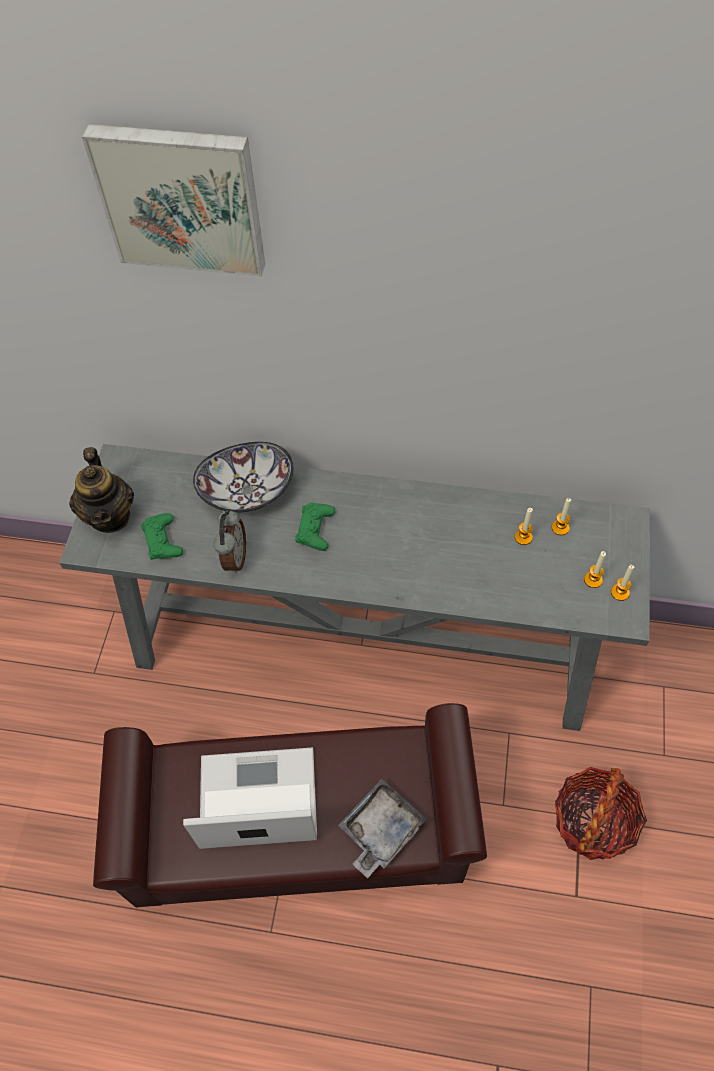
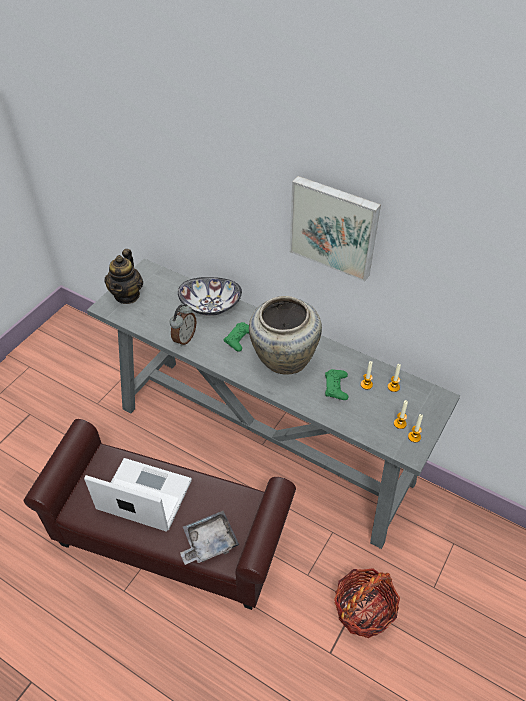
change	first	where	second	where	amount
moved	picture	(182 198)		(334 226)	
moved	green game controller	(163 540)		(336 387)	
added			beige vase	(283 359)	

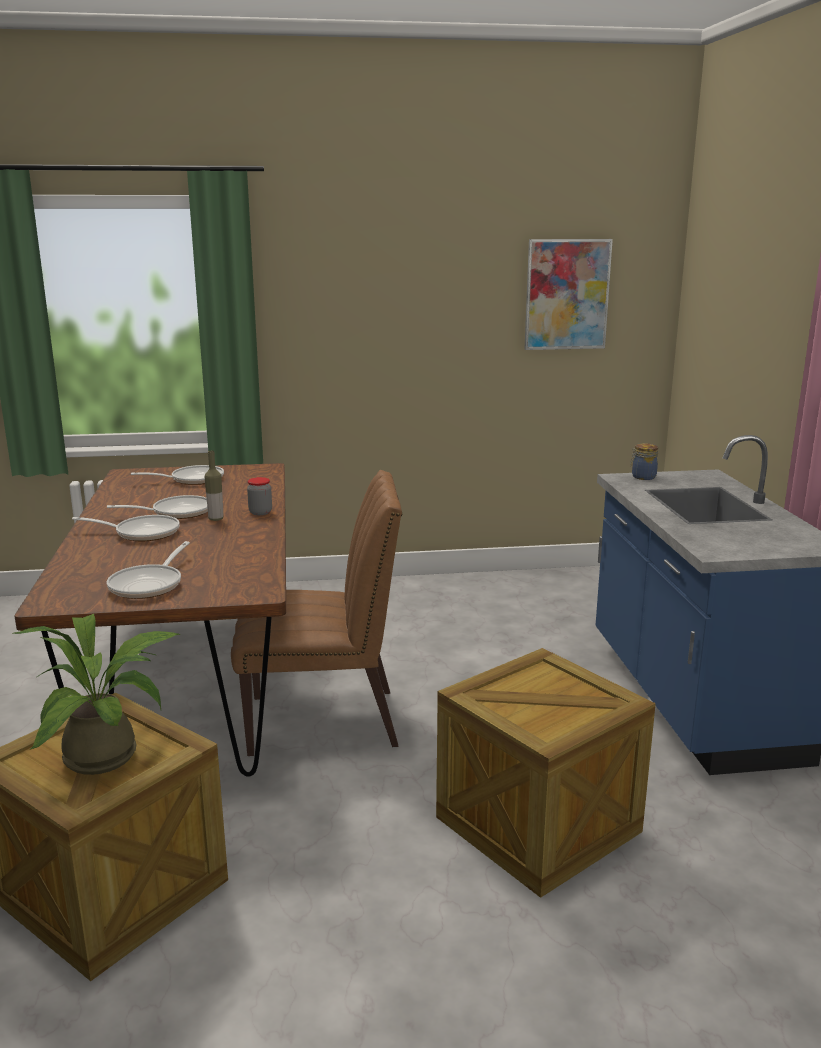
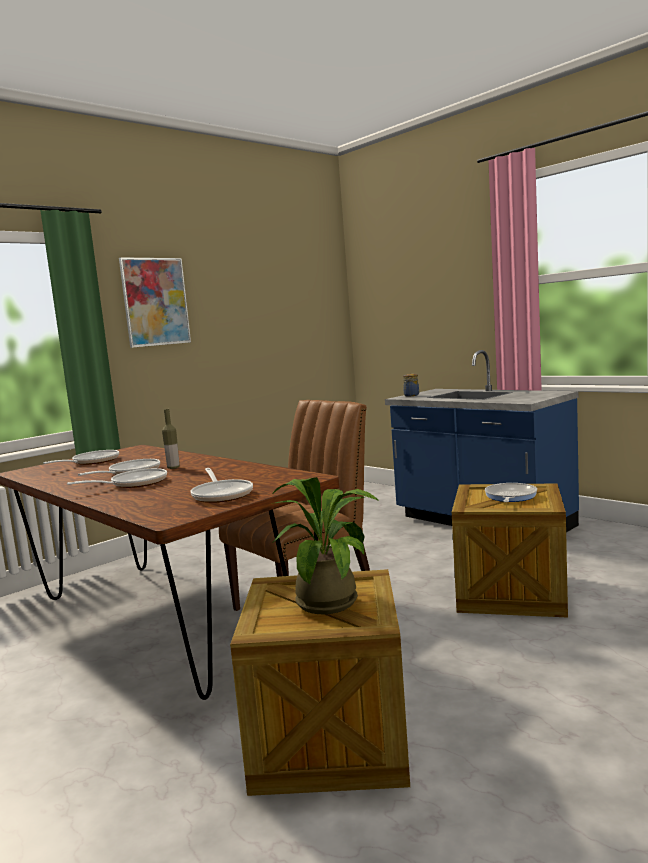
change	first	where	second	where	amount
removed	jar	(260 512)			
moved	picture	(567 294)		(155 302)	
added			frying pan	(510 497)	

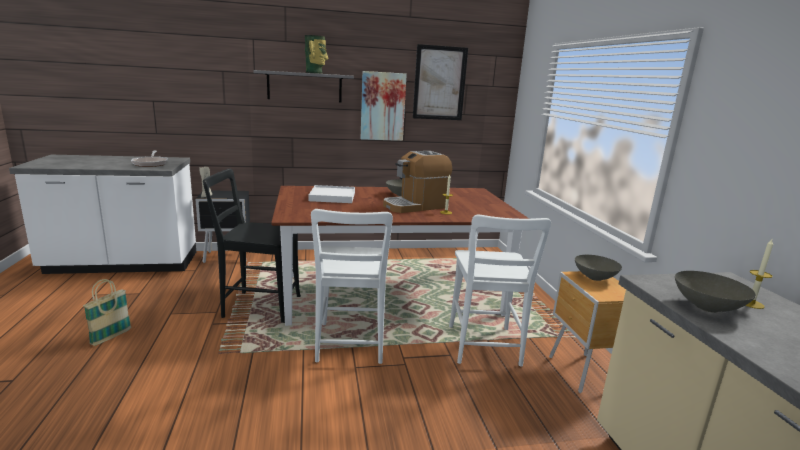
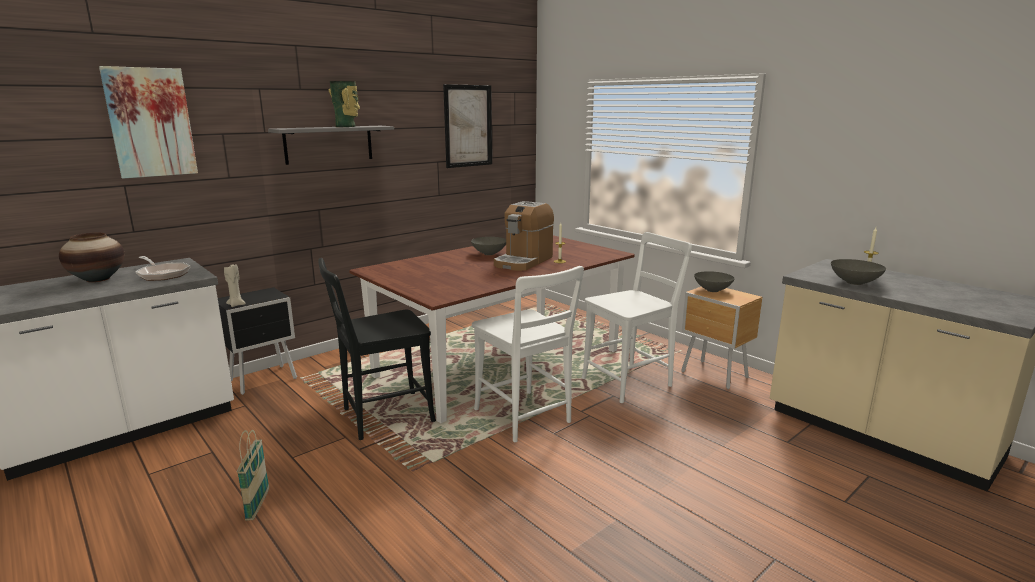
change	first	where	second	where	amount
removed	white tray	(332 196)			
moved	picture	(382 106)		(150 122)	
turned	white chair	(484 348)		(630 381)	90 degrees counterclockwise
added			vase	(98 279)	

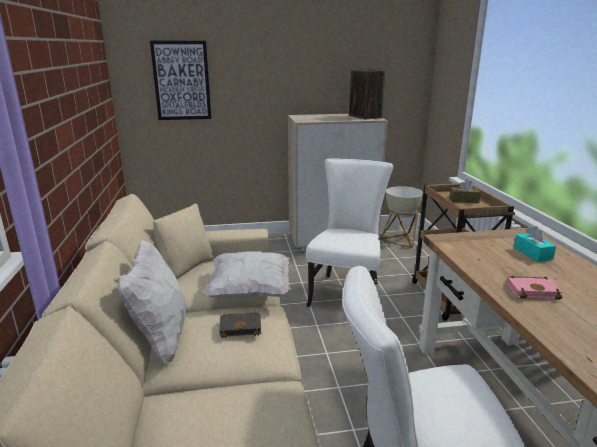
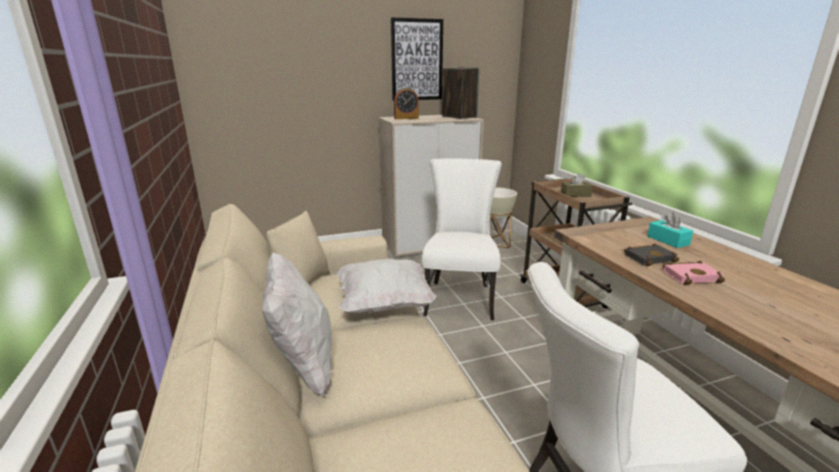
change	first	where	second	where	amount
moved	picture	(181 81)		(417 60)	
moved	black book	(241 327)		(649 258)	
added			alarm clock	(406 118)	

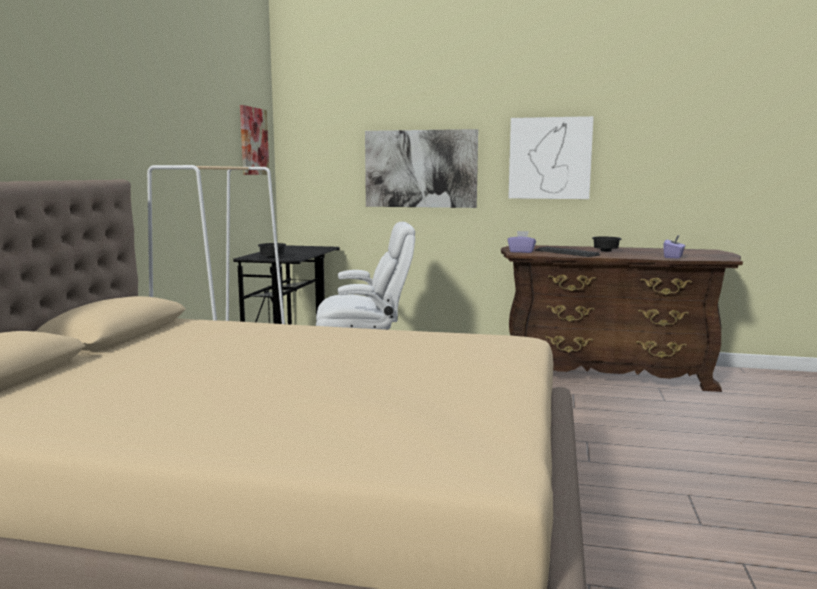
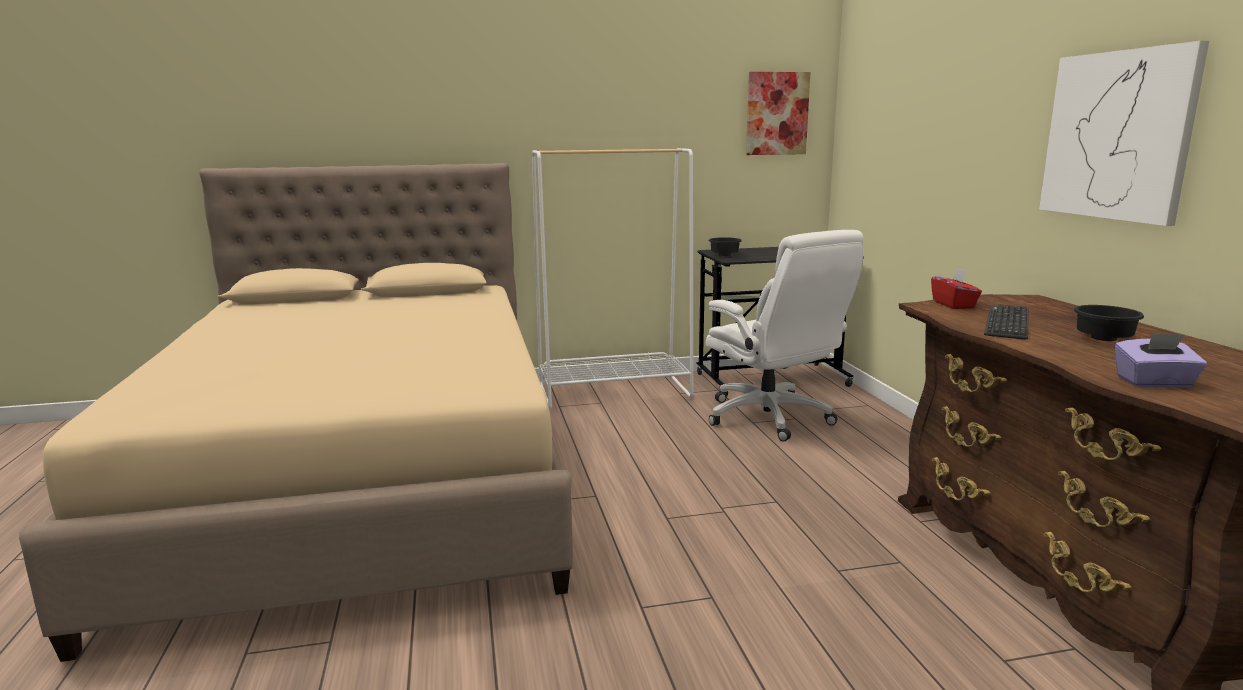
change	first	where	second	where	amount
removed	picture	(420 169)			
recoloured	purple tissue box	(521 252)	red tissue box	(954 305)	

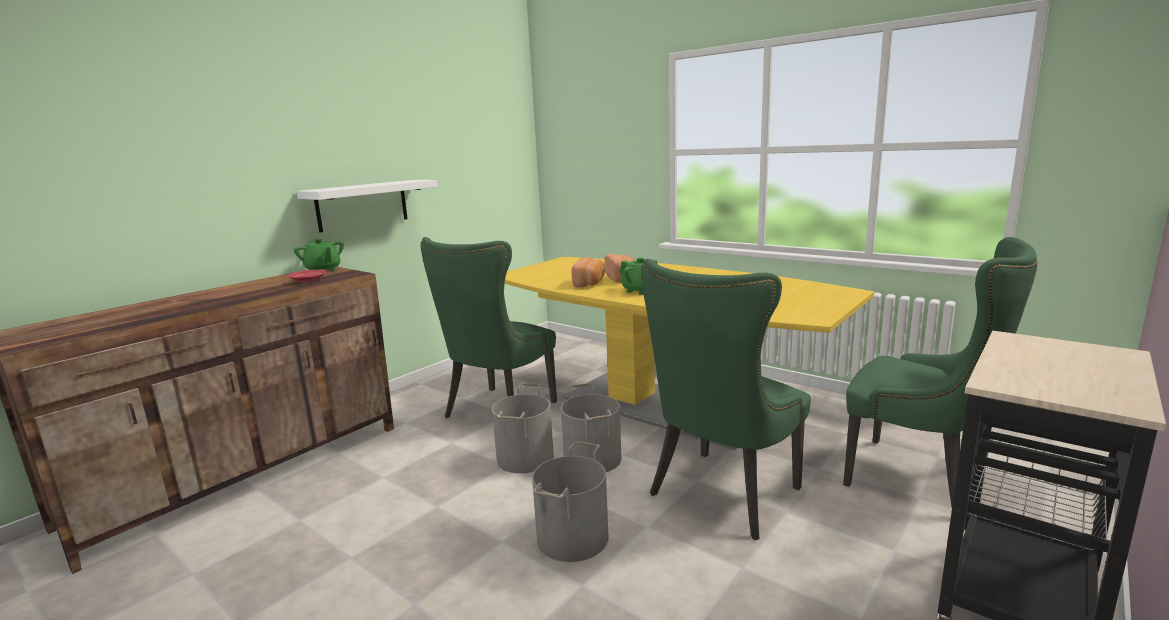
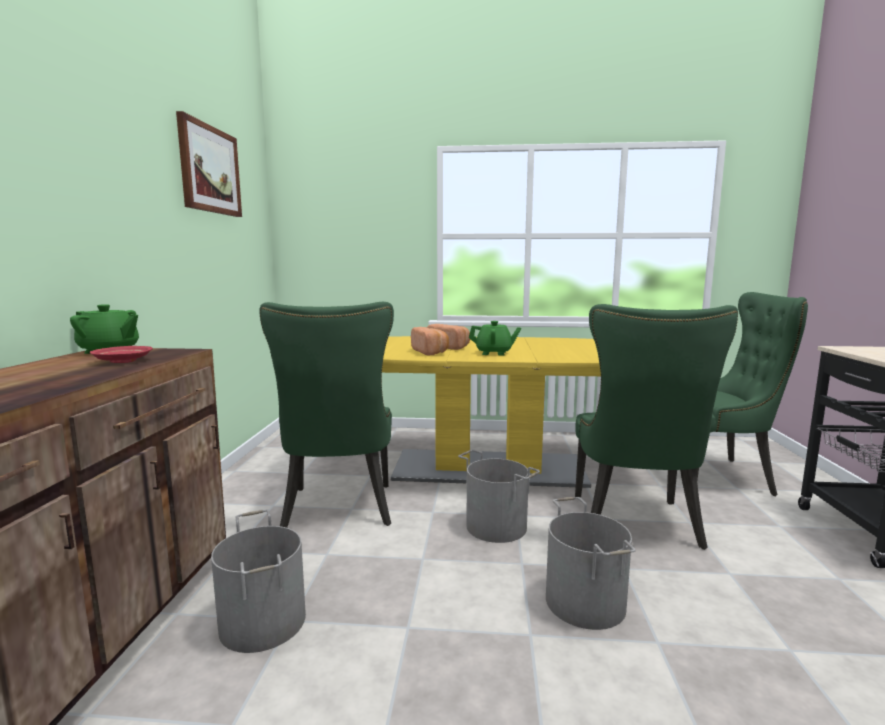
change	first	where	second	where	amount
removed	white shelf	(362 205)			
moved	grey bucket	(526 458)		(264 621)	
added			picture	(209 170)	

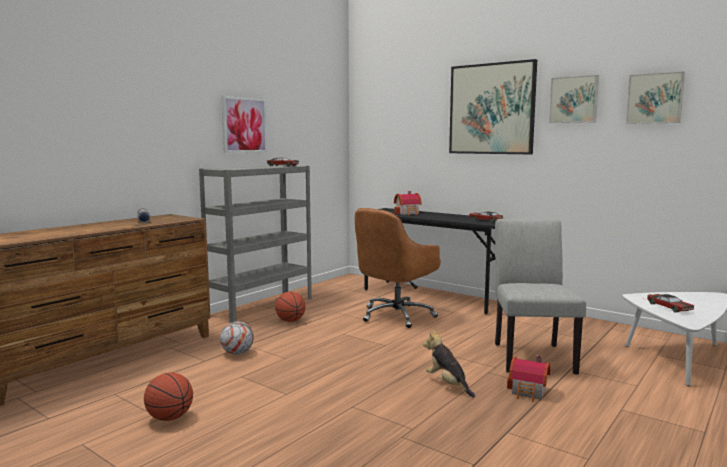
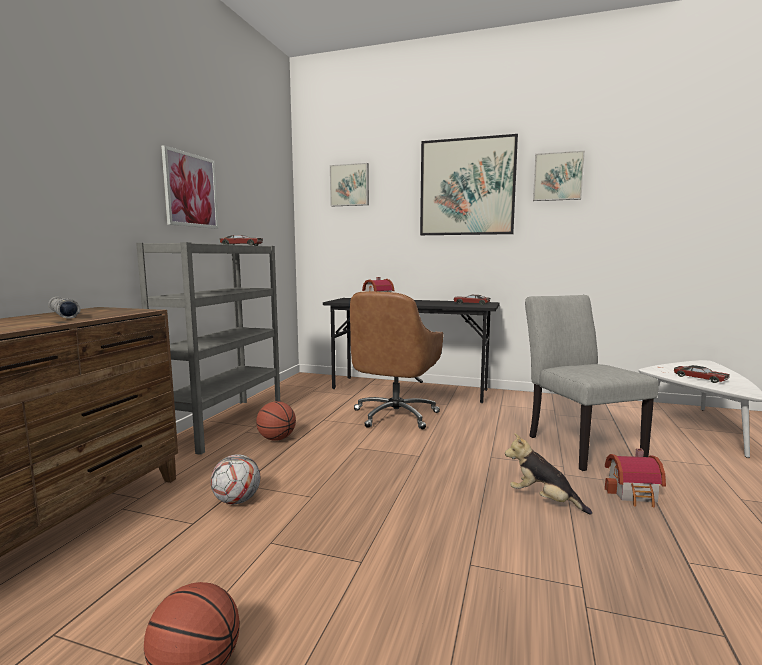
change	first	where	second	where	amount
moved	picture	(655 98)		(350 185)	

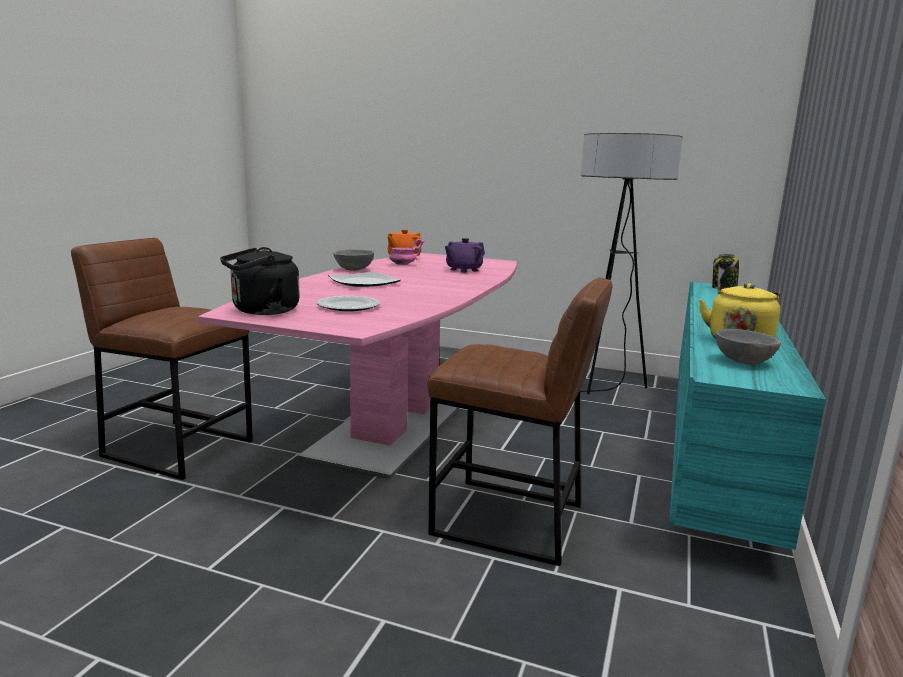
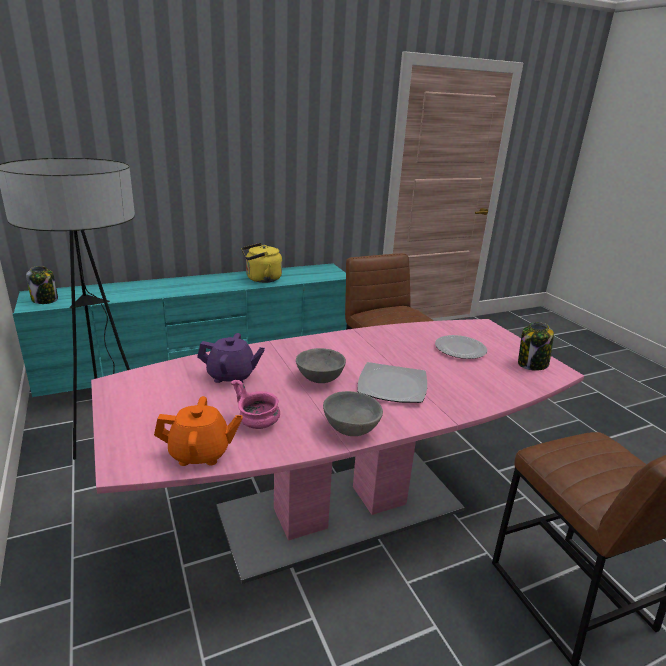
change	first	where	second	where	amount
replaced	black kettle	(262 311)	jar	(532 364)	
moved	grey bowl	(743 361)		(319 379)	

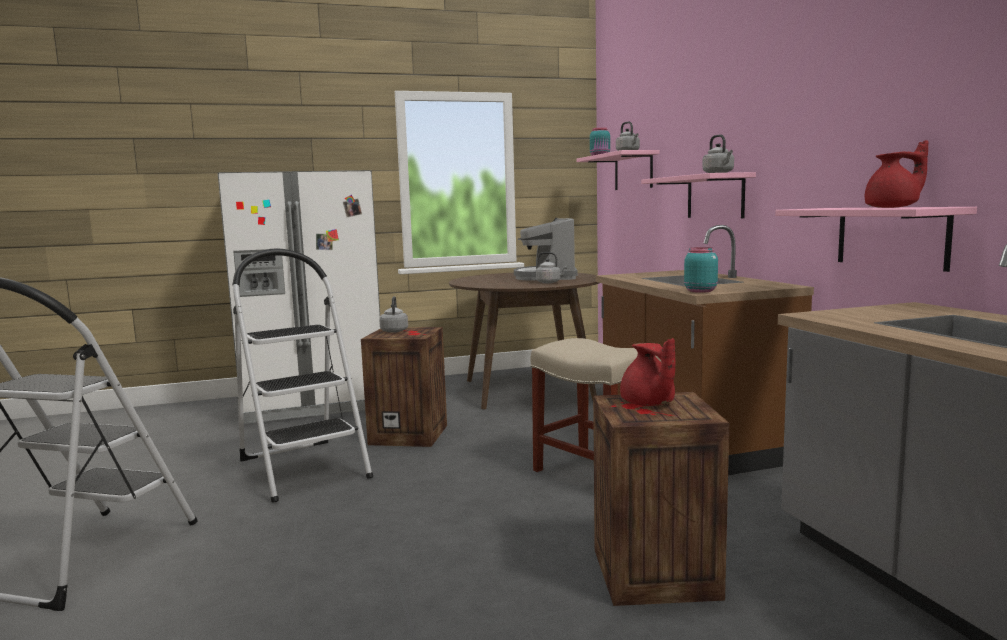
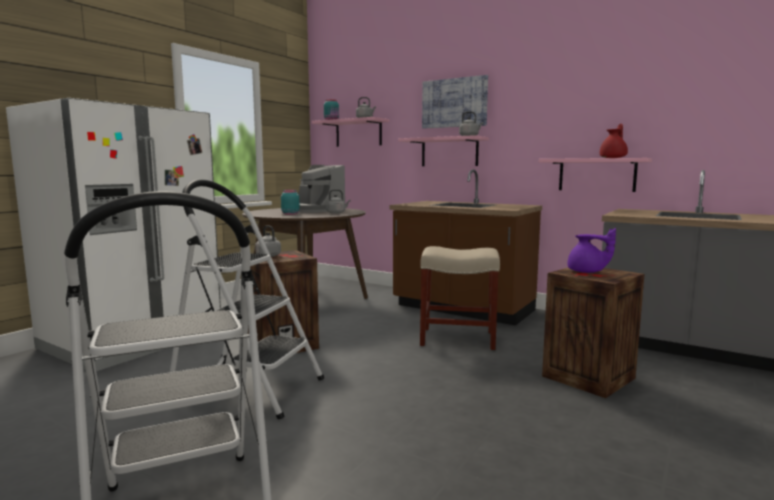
change	first	where	second	where	amount
recoloured	red teapot	(648 404)	purple teapot	(587 272)	
moved	turquoise jar	(700 291)		(290 214)	
added			picture	(454 103)	

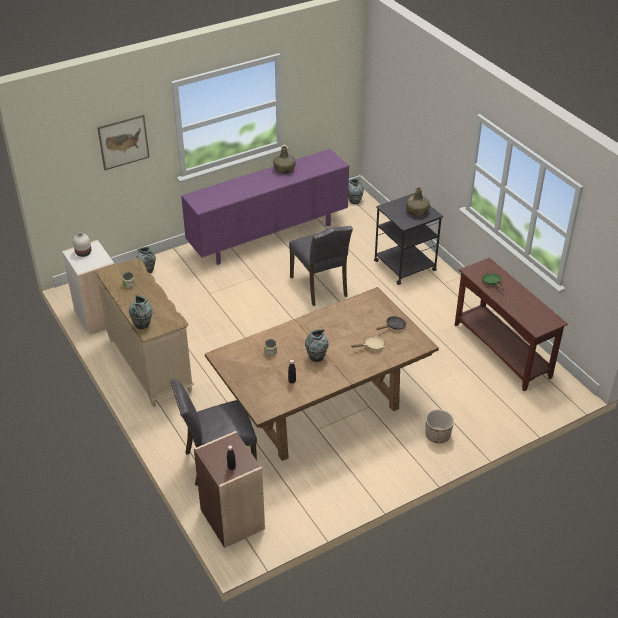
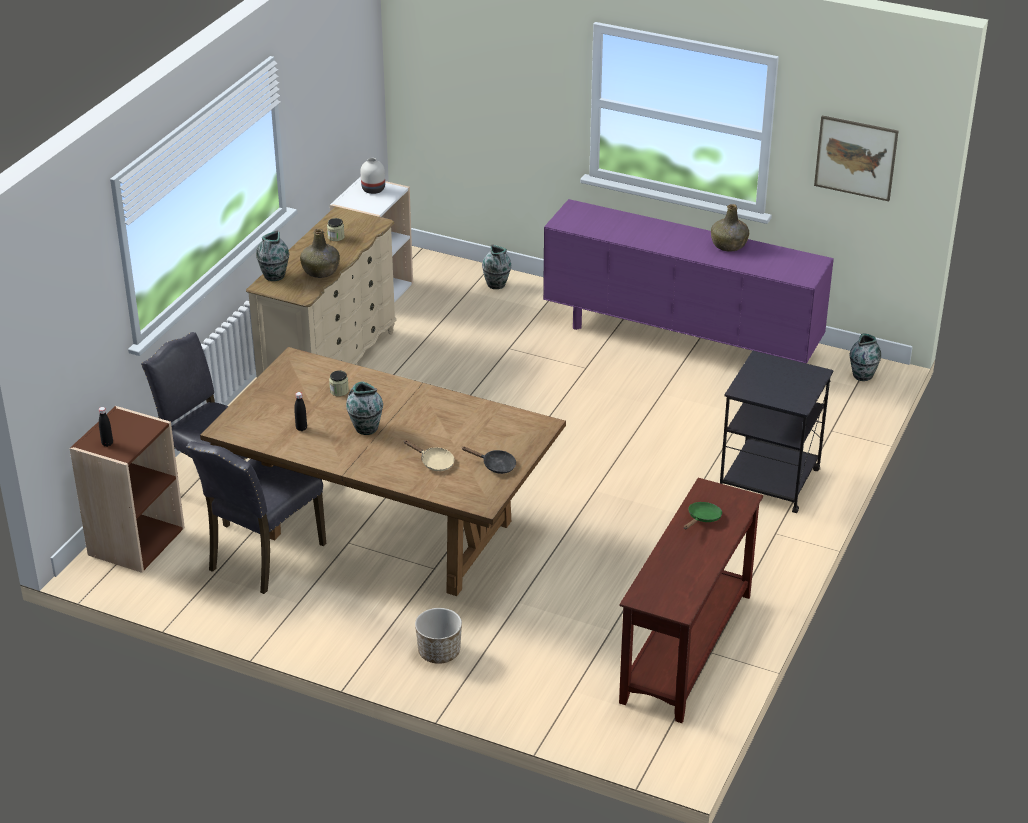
change	first	where	second	where	amount
moved	picture	(123 142)		(856 158)	
moved	grey chair	(320 287)		(263 557)	
moved	green bottle	(417 211)		(321 271)	

